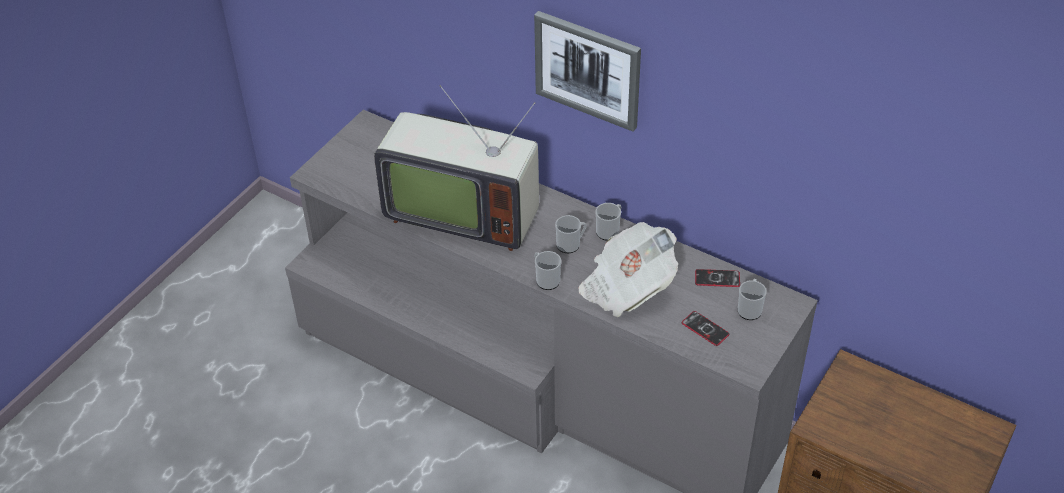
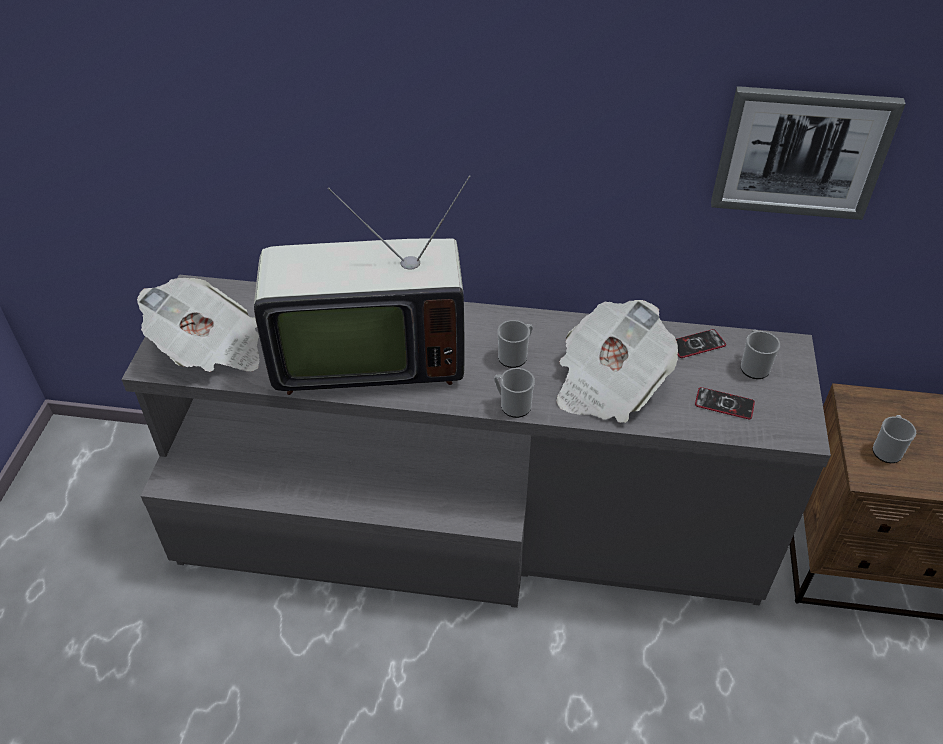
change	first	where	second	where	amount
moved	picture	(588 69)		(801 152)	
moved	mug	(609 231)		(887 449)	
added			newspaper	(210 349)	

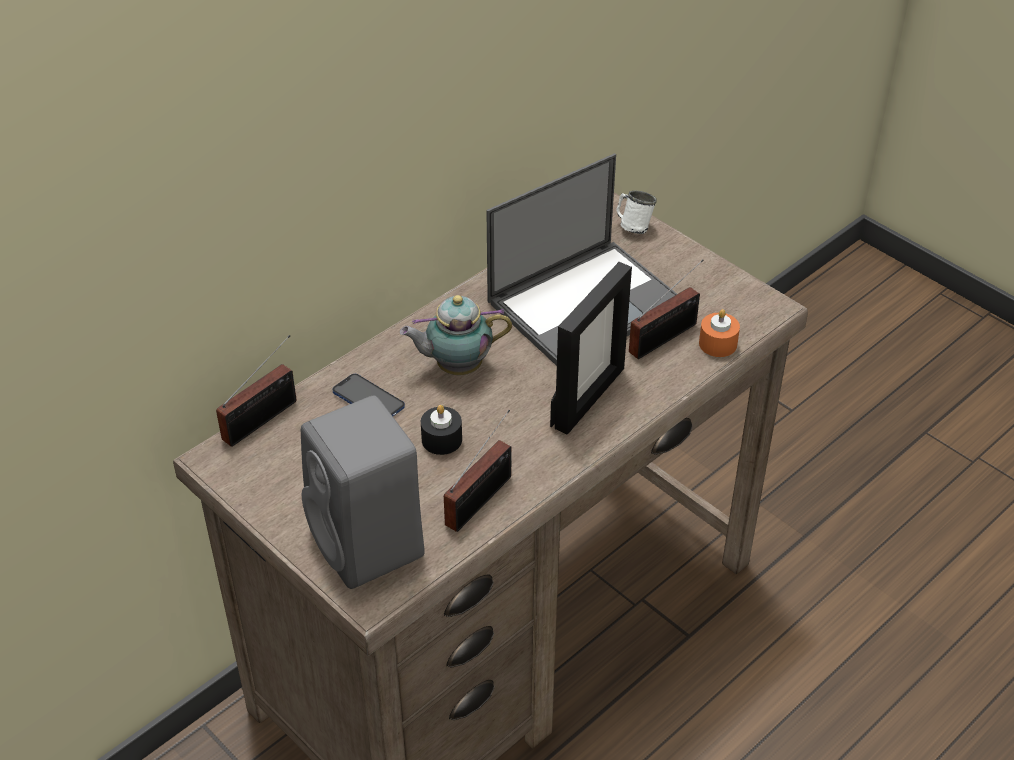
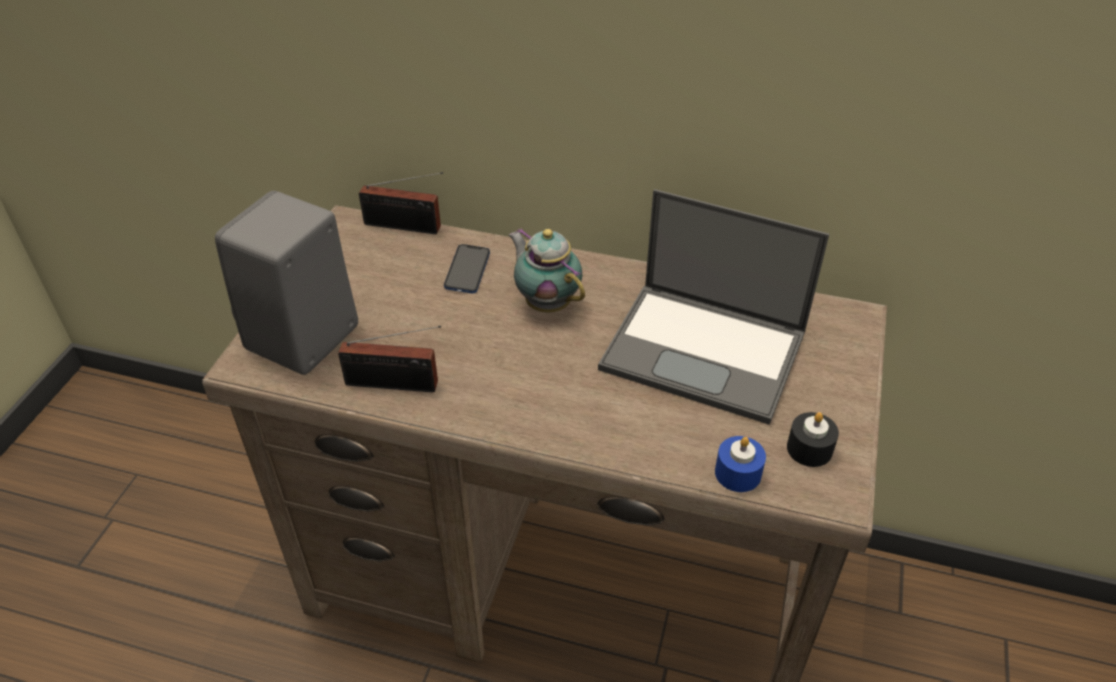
change	first	where	second	where	amount
moved	black candle	(441 439)		(809 449)	
removed	picture frame	(587 397)			
removed	white mug	(632 226)			
removed	radio	(667 336)			
recoloured	orange candle	(718 344)	blue candle	(738 473)	

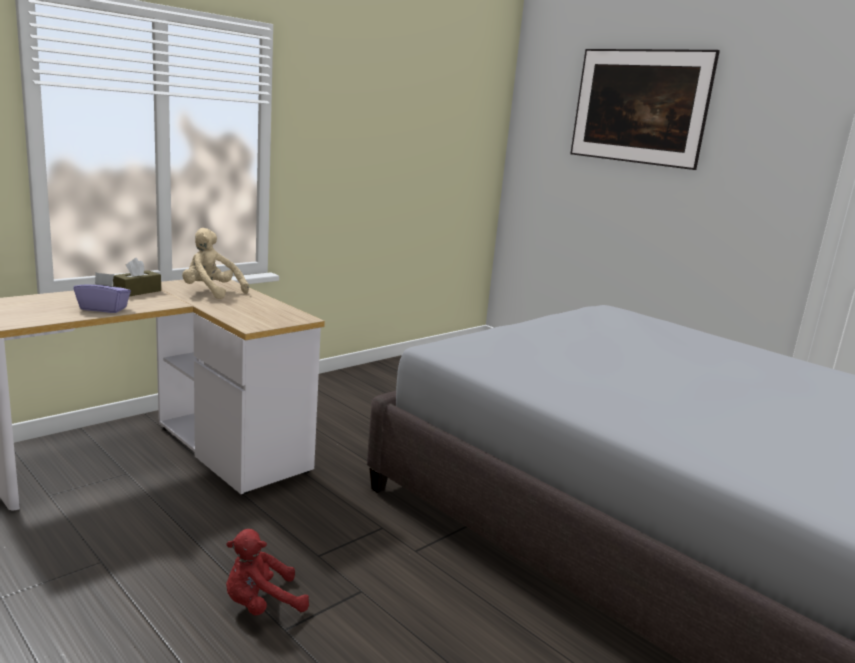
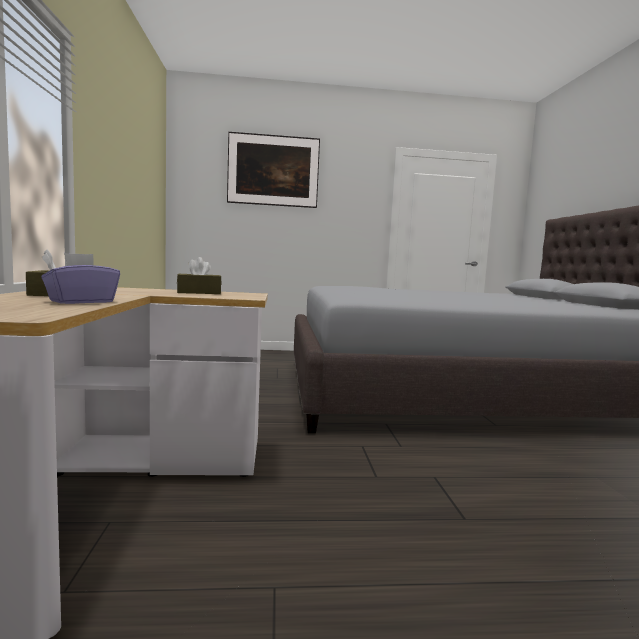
change	first	where	second	where	amount
removed	beige plush toy	(211 292)			
removed	red plush toy	(261 605)			
added			brown tissue box	(199 292)	

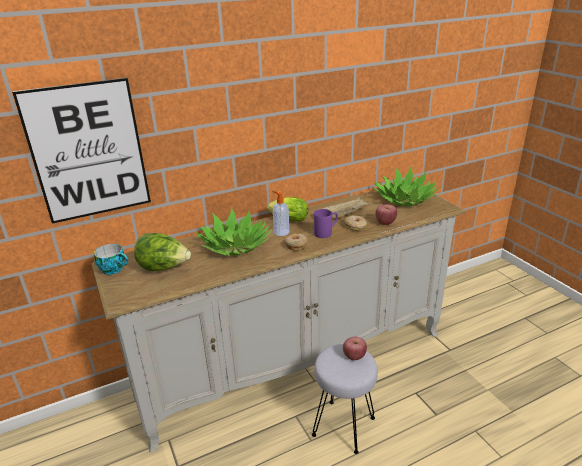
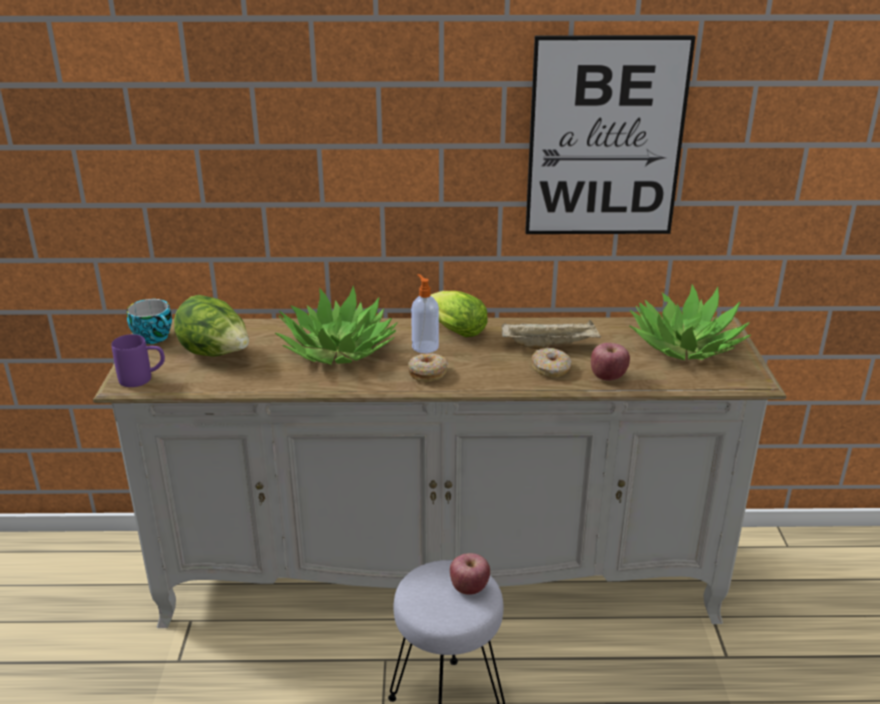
change	first	where	second	where	amount
moved	picture	(88 151)		(605 138)	
moved	purple mug	(326 232)		(143 379)	

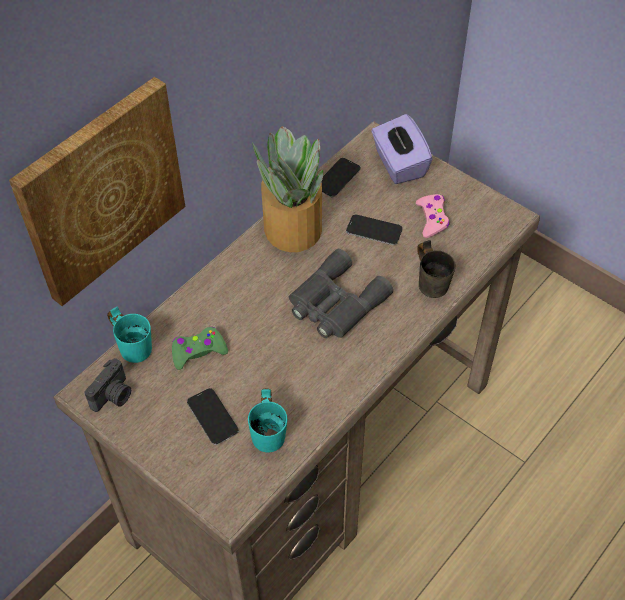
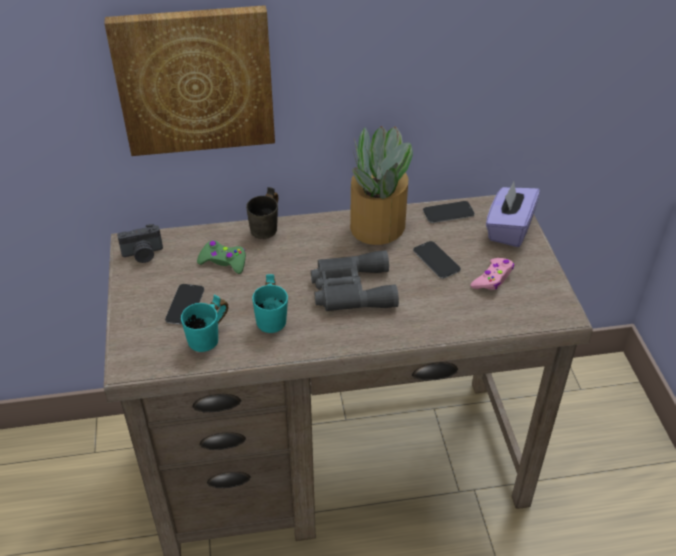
change	first	where	second	where	amount
moved	turquoise mug	(135 344)		(275 318)	
moved	grey mug	(433 281)		(269 228)	

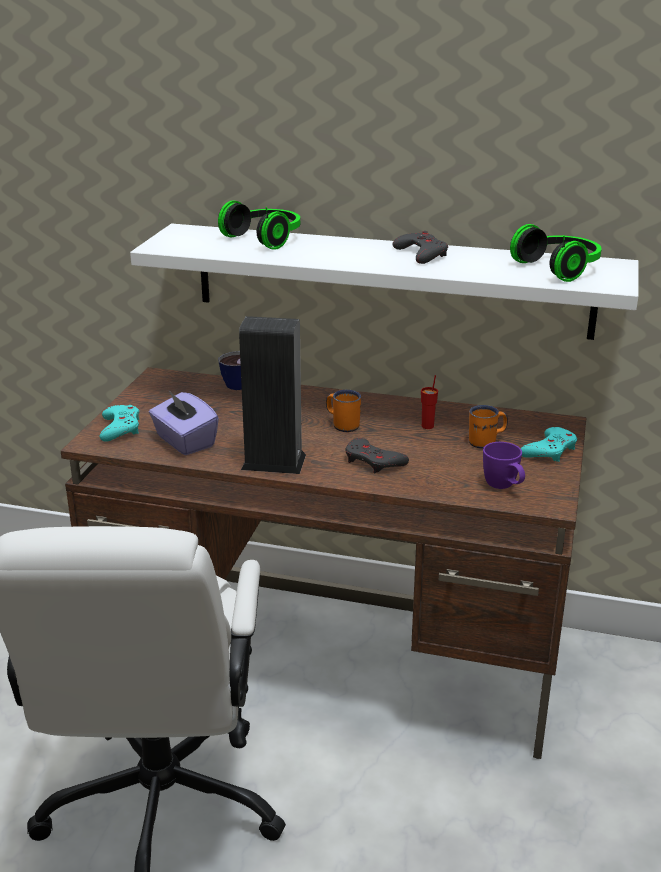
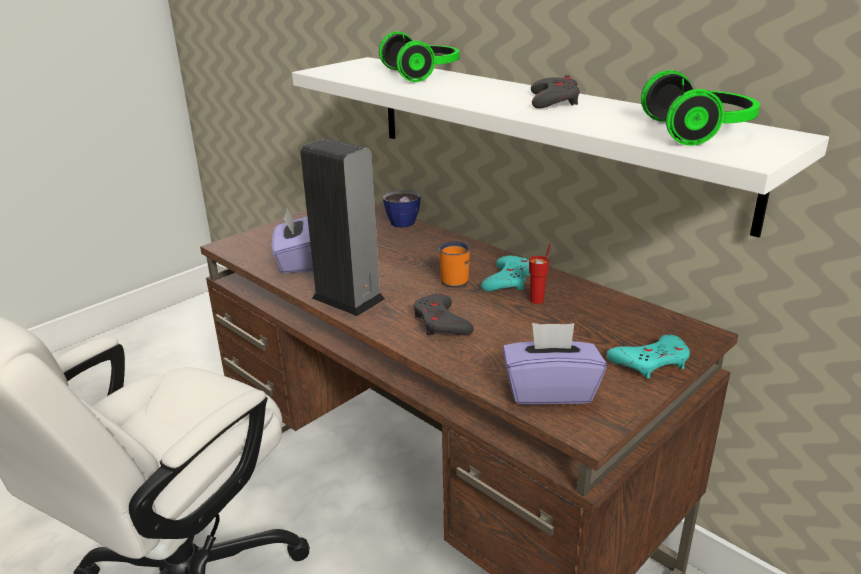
change	first	where	second	where	amount
moved	turquoise game controller	(120 428)		(508 280)	
removed	orange mug	(487 442)			
replaced	purple mug	(504 487)	purple tissue box	(549 390)	

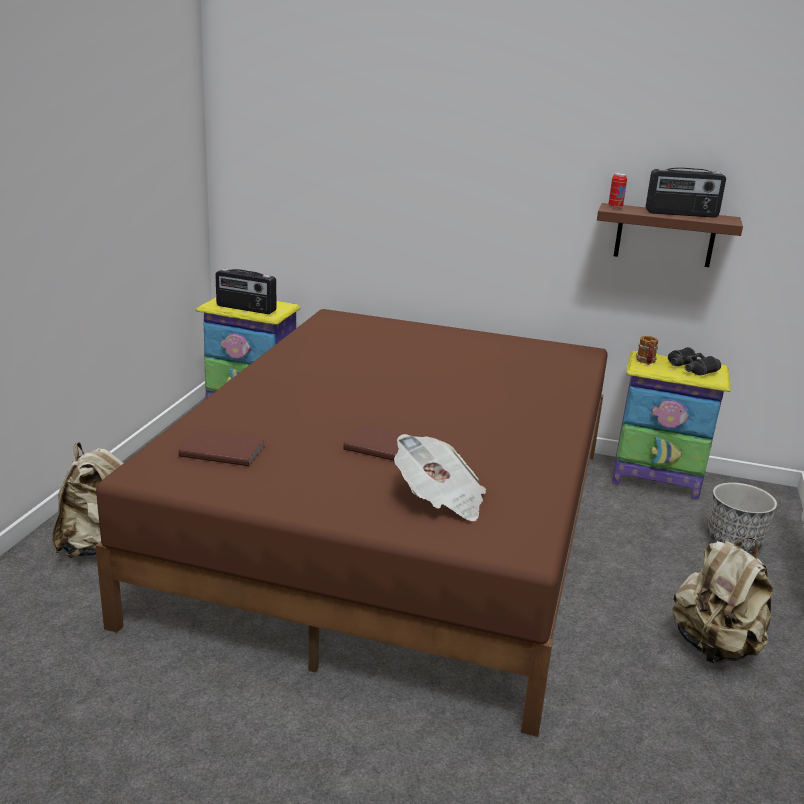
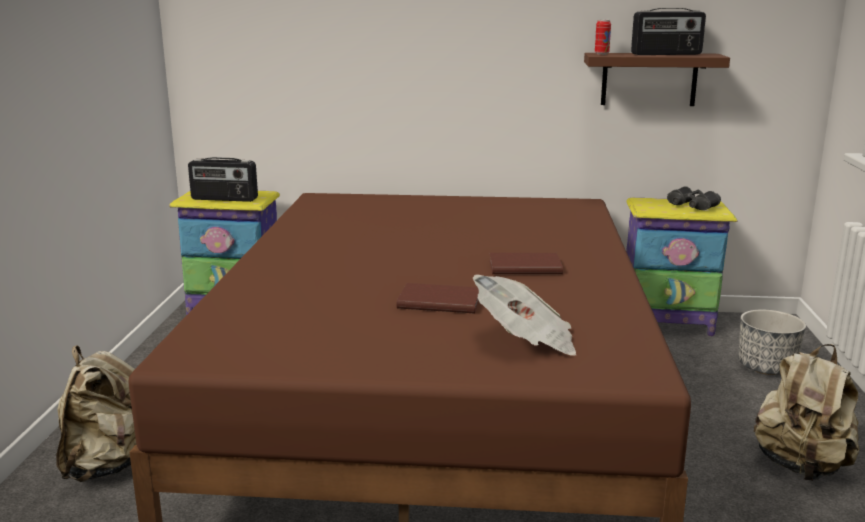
change	first	where	second	where	amount
moved	brown book	(222 450)		(523 266)	
removed	mug	(646 362)			

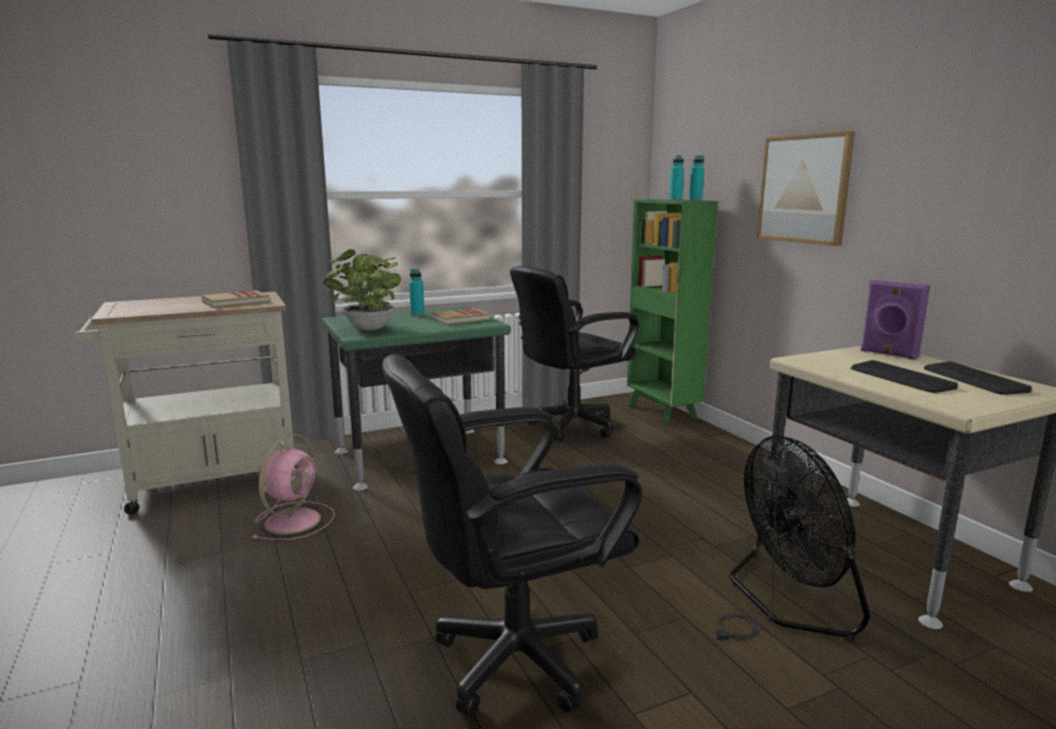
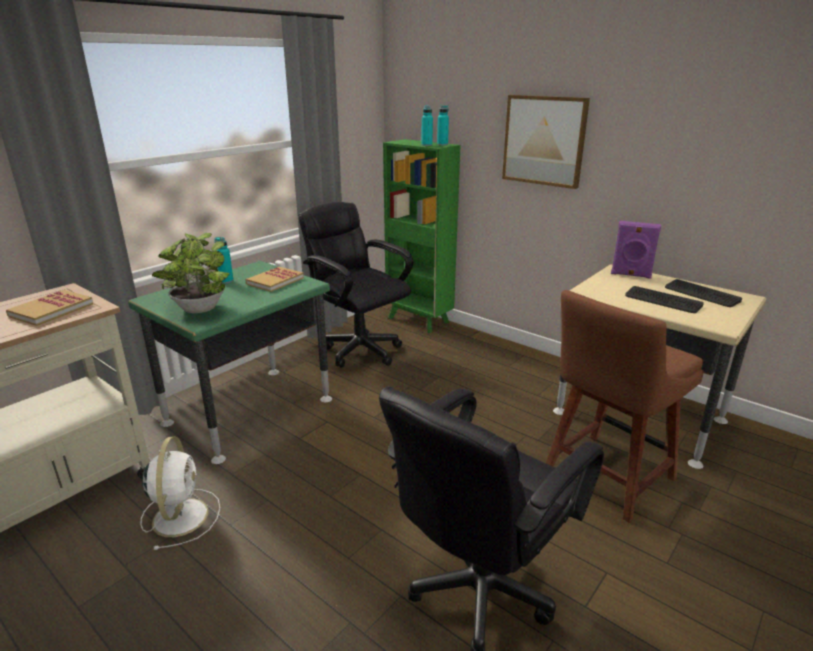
change	first	where	second	where	amount
recoloured	pink fan	(294 520)	white fan	(181 515)	
turned	black office chair	(569 428)		(358 351)	105 degrees clockwise
replaced	black fan	(774 601)	brown stool	(605 477)	

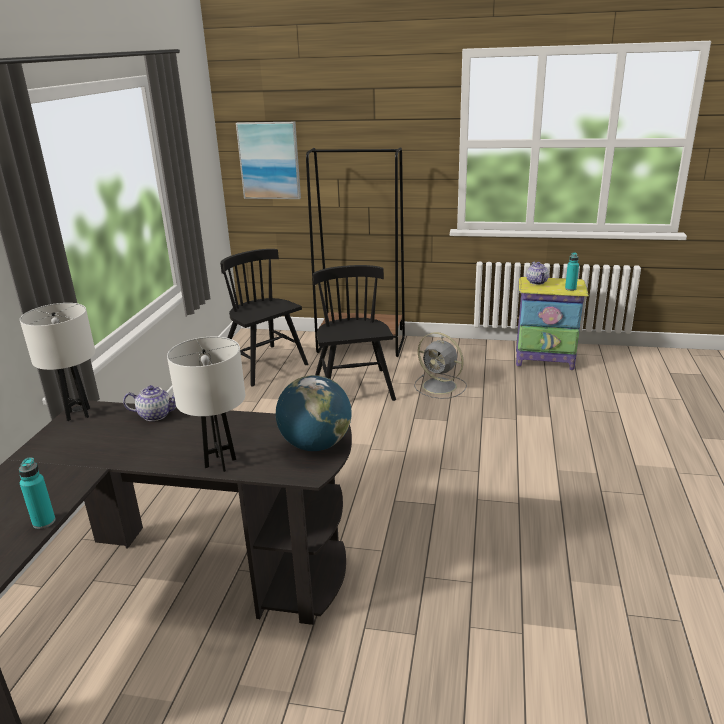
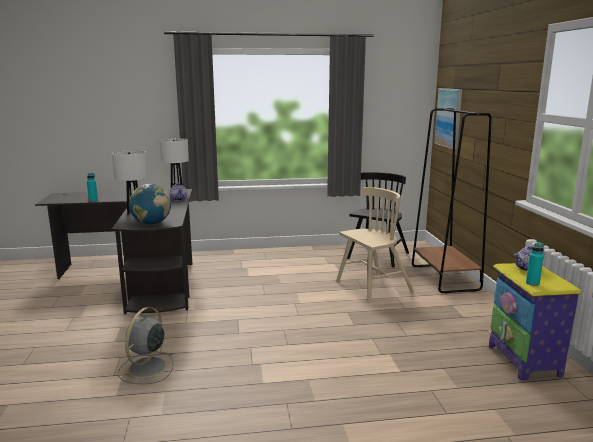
change	first	where	second	where	amount
recoloured	black chair	(354 390)	beige chair	(370 287)	
moved	grey fan	(441 386)		(146 368)	

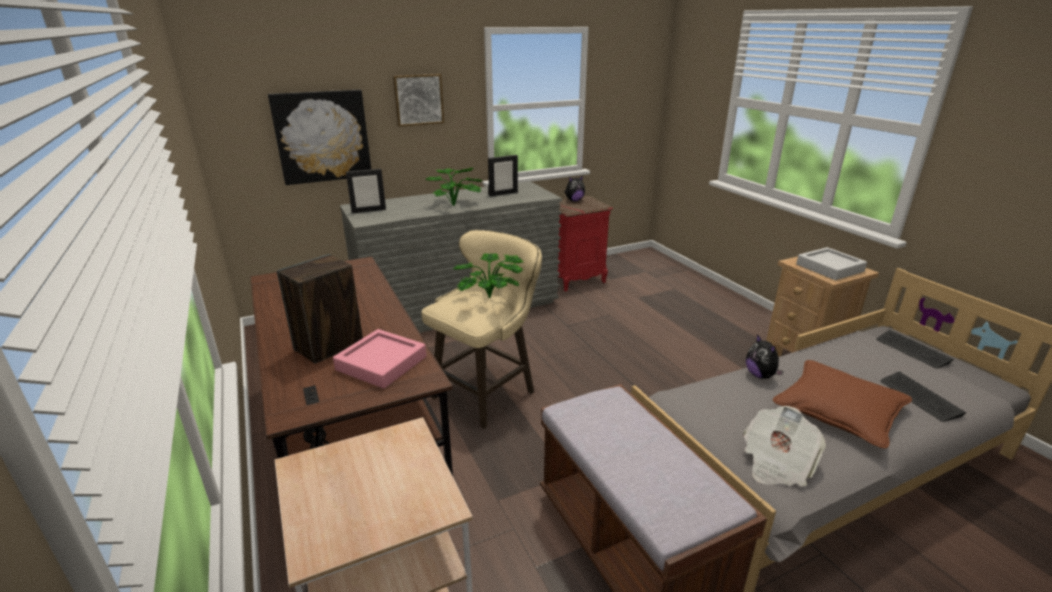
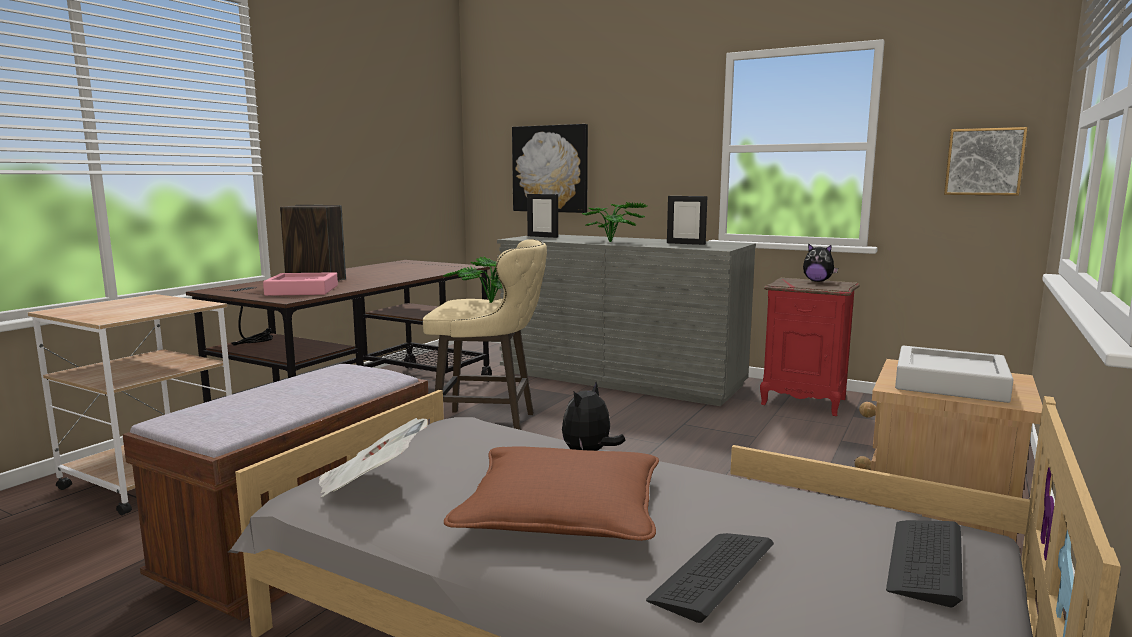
change	first	where	second	where	amount
moved	picture	(418 99)		(984 162)	

